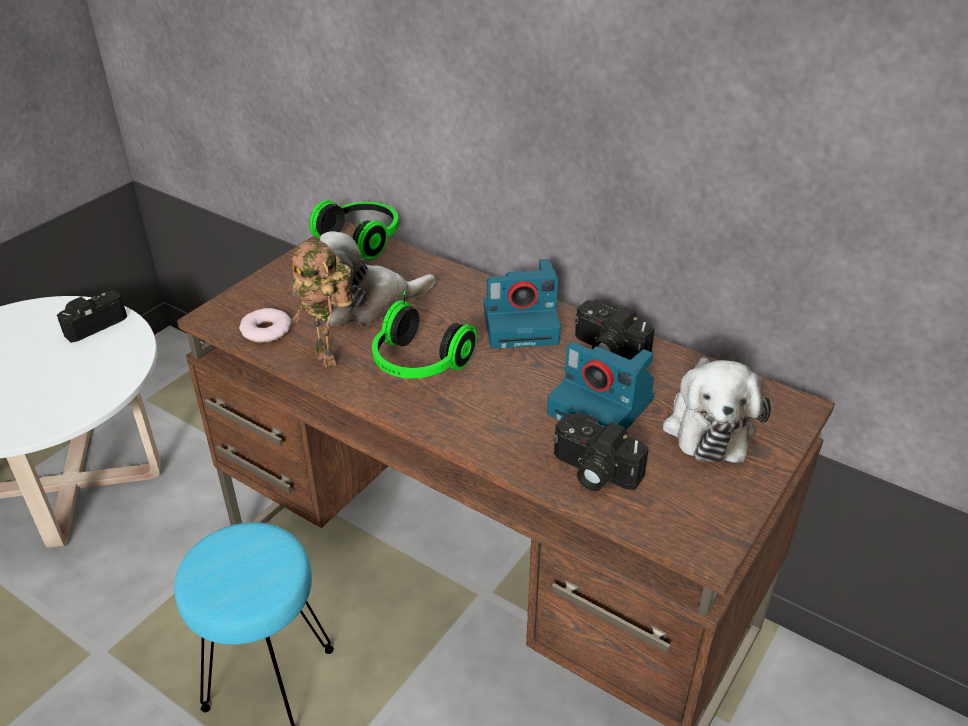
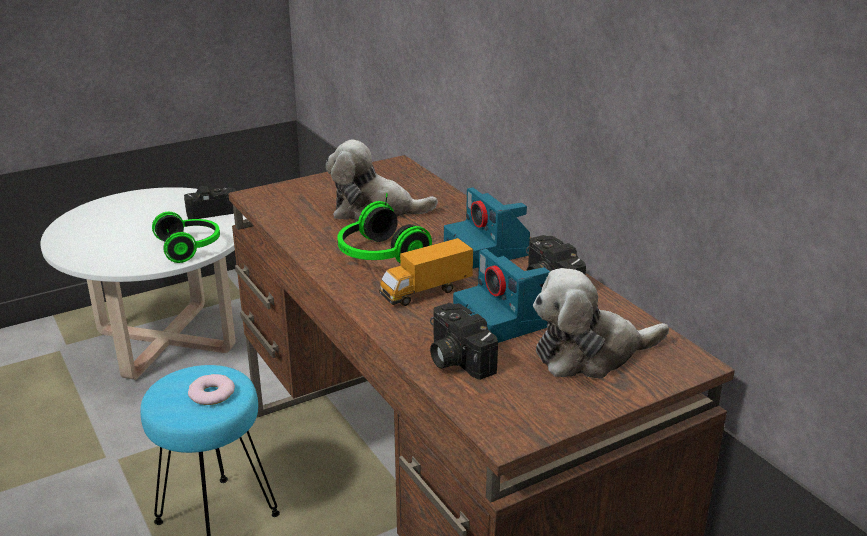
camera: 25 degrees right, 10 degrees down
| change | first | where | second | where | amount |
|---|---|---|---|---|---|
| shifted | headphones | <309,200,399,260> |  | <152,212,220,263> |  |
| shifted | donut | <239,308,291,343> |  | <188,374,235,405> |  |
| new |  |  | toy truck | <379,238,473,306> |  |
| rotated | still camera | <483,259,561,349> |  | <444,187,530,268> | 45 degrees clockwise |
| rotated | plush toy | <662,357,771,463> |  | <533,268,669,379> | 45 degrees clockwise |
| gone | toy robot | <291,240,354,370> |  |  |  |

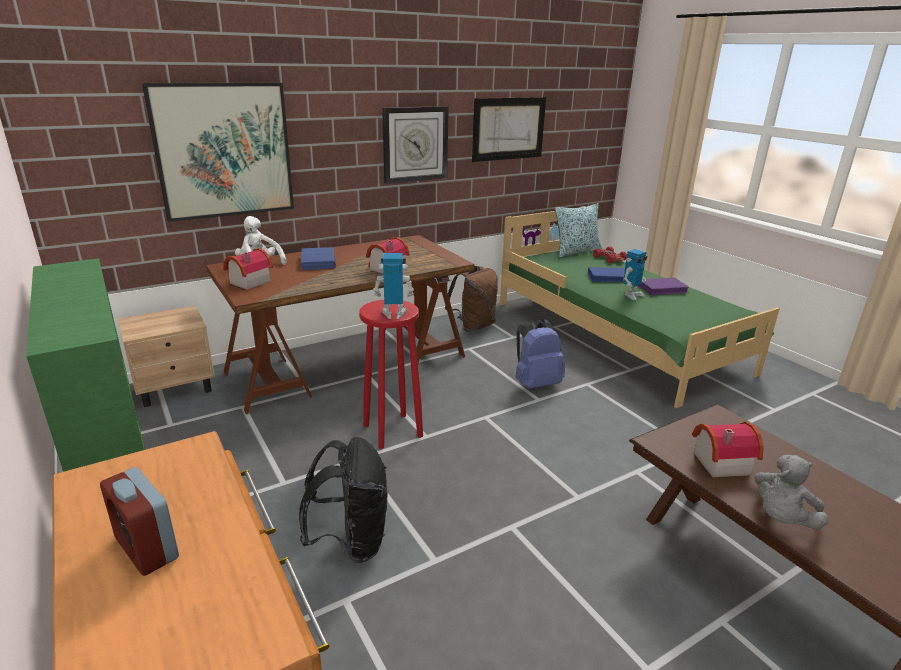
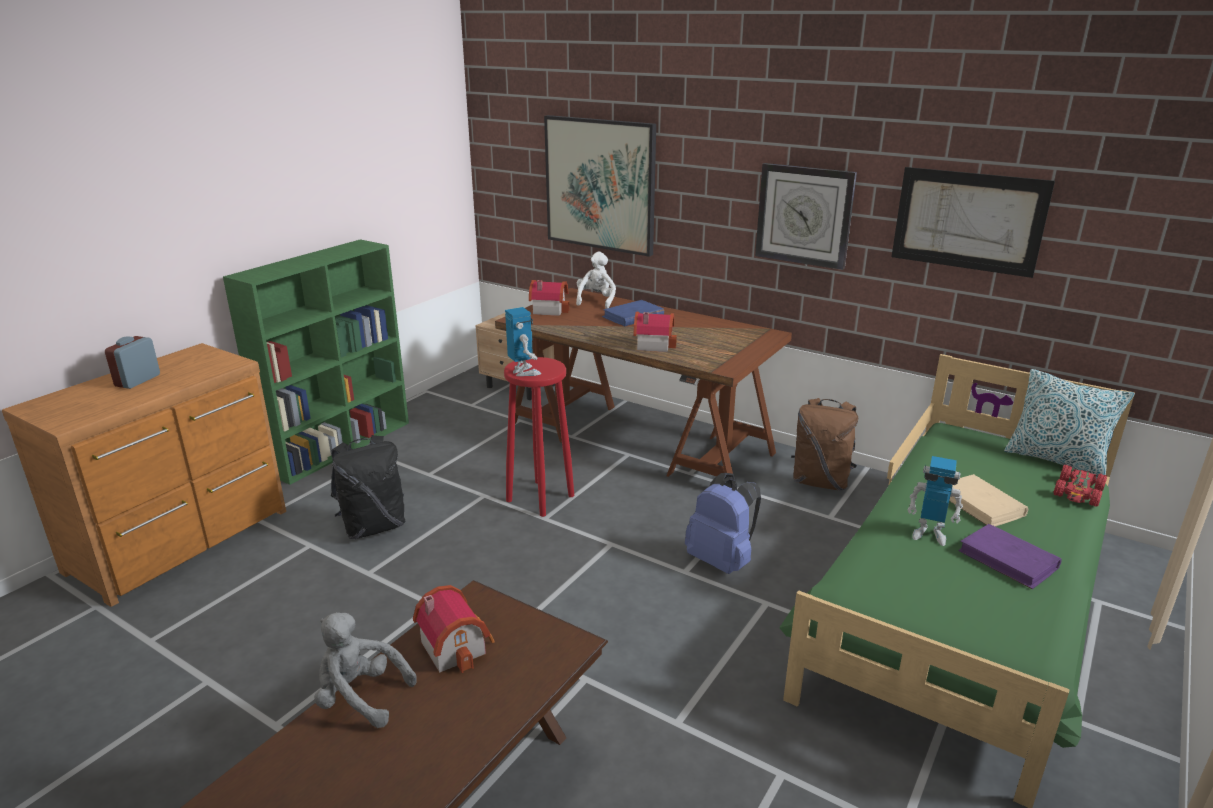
camera: 65 degrees right, 0 degrees up
| change | first | where | second | where | amount |
|---|---|---|---|---|---|
| repainted | bluish bound book | <588,267,625,283> | sand-coloured bound book | <949,474,1028,526> |  |

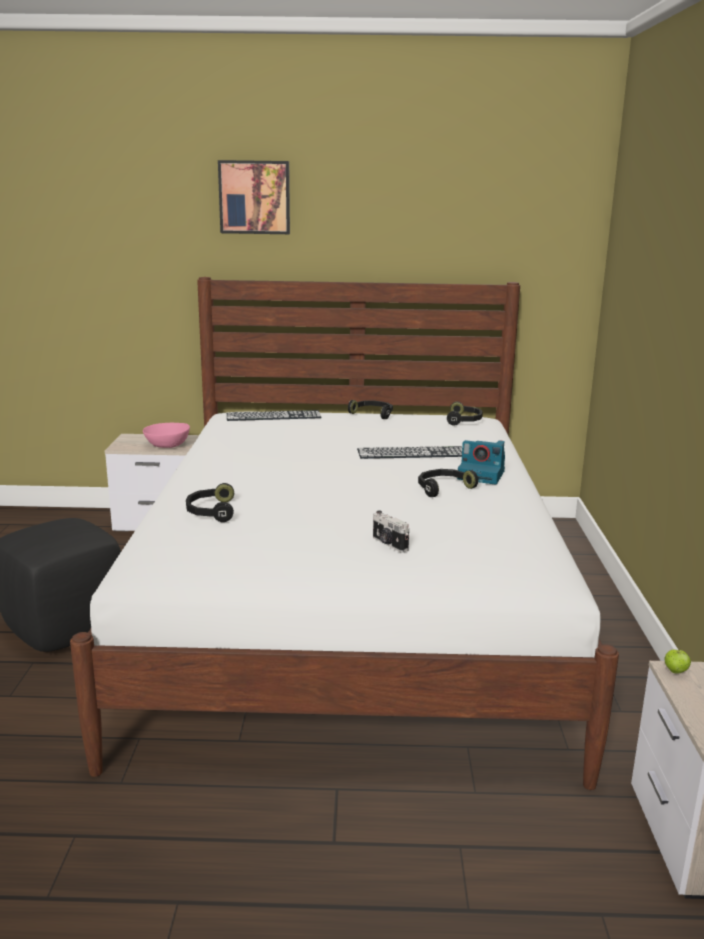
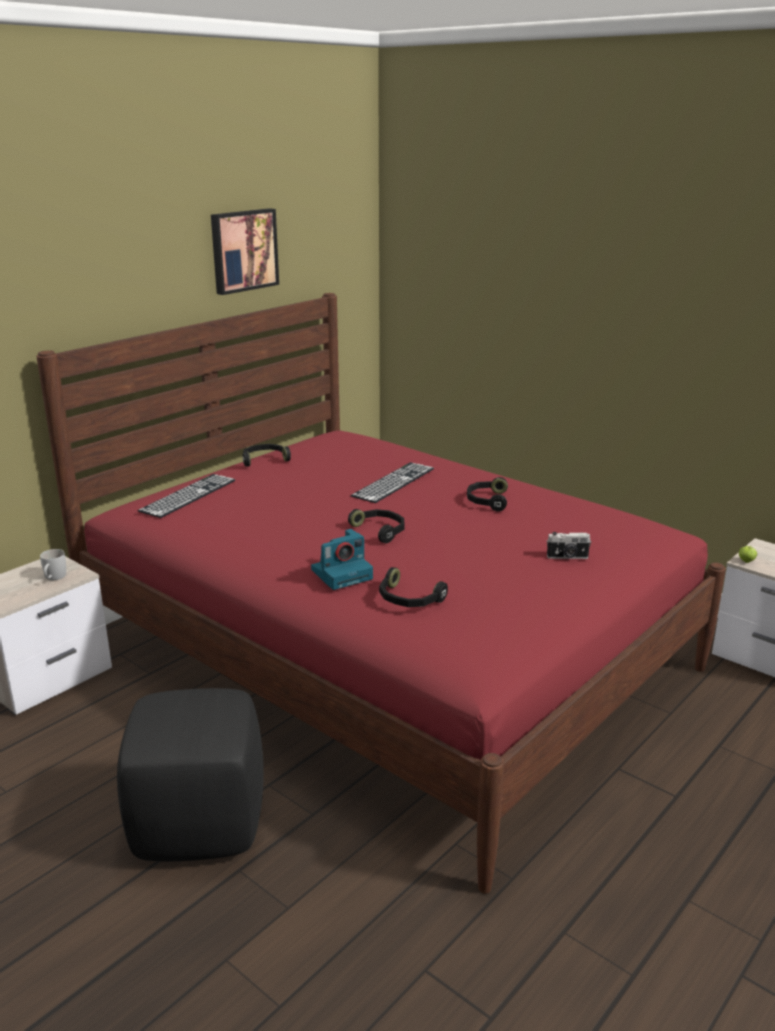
camera: 50 degrees left, 5 degrees up
| change | first | where | second | where | amount |
|---|---|---|---|---|---|
| repainted | white-coloured bed | <70,277,619,790> | reddish bed | <36,293,726,894> |  |
| swapped | pinkish serving bowl | <143,423,190,448> | white-coloured tea mug | <40,549,66,580> |  |
| shifted | wall art | <218,160,290,234> |  | <211,208,279,295> |  |
| shifted | still camera | <457,440,505,485> |  | <311,529,373,590> |  |
| shifted | blackish headphones | <447,401,483,426> |  | <348,509,405,543> |  |

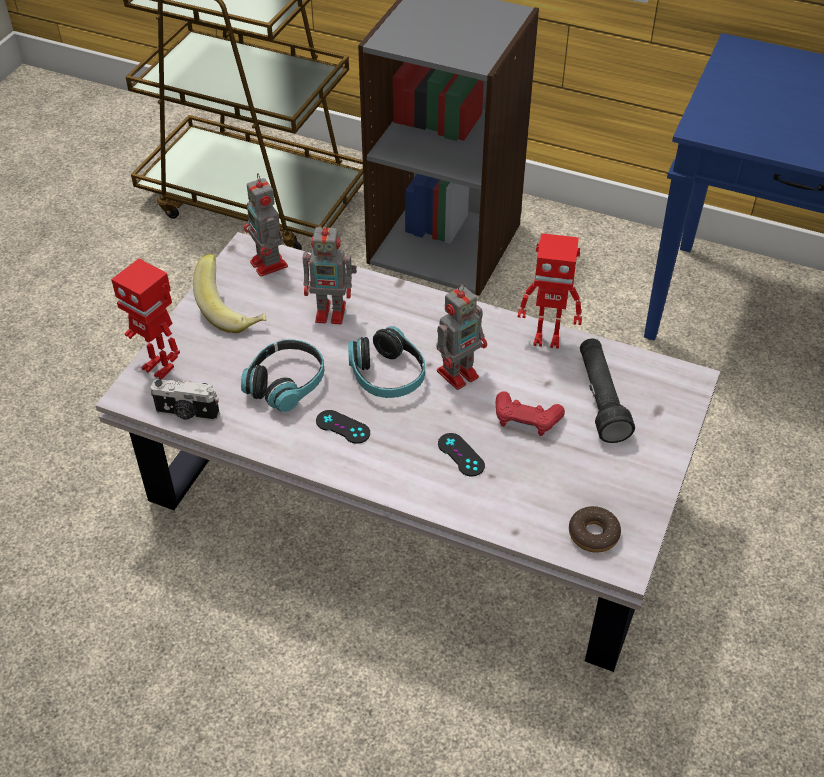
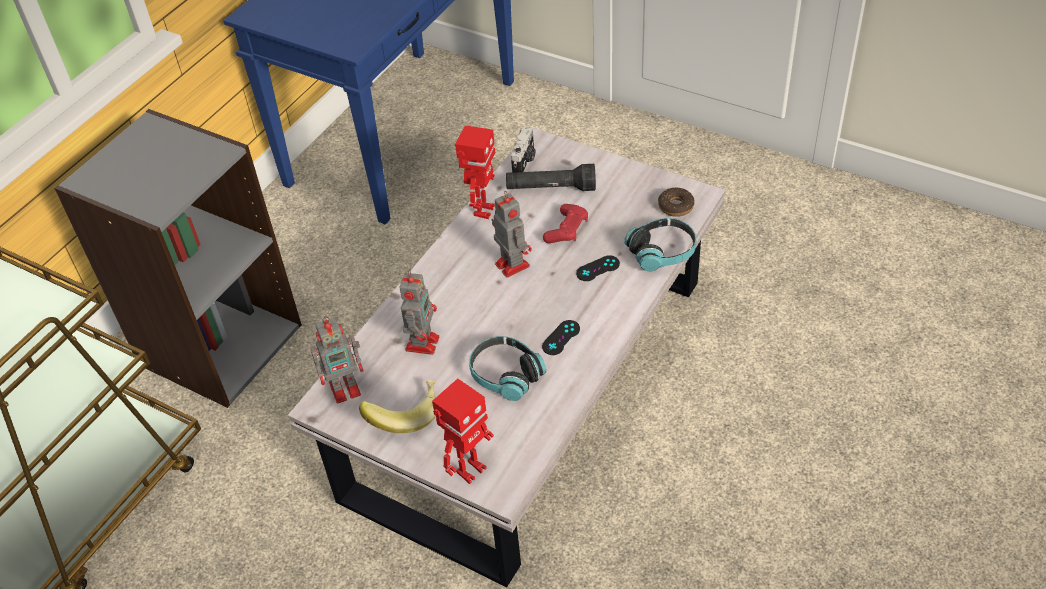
camera: 80 degrees left, 0 degrees up
| change | first | where | second | where | amount |
|---|---|---|---|---|---|
| shifted | still camera | <150,379,220,421> |  | <511,126,535,173> |  |
| shifted | headphones | <348,326,425,398> |  | <624,218,697,272> |  |

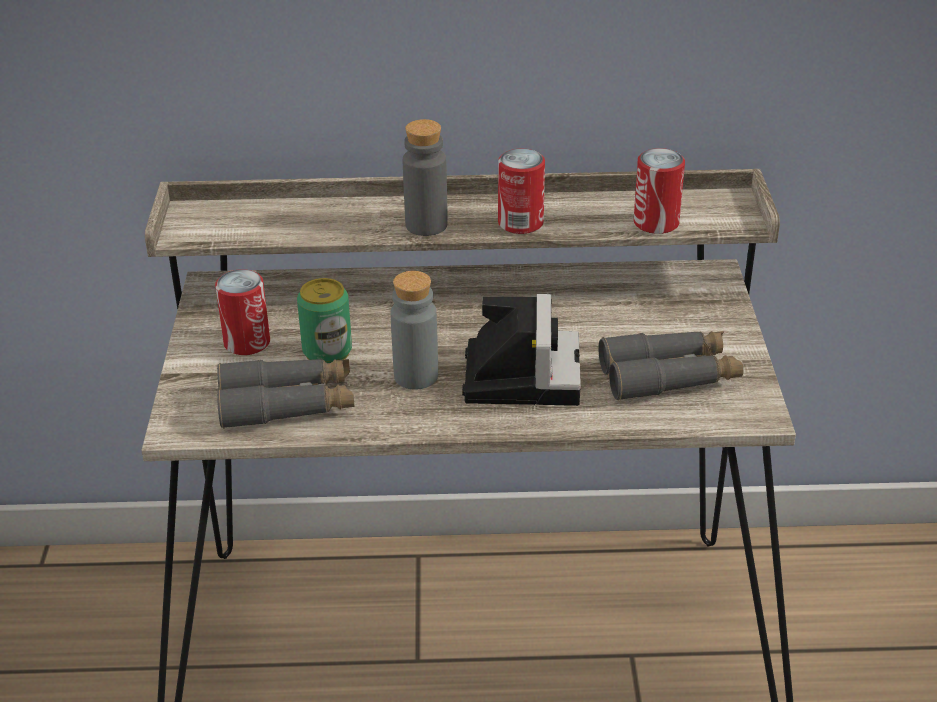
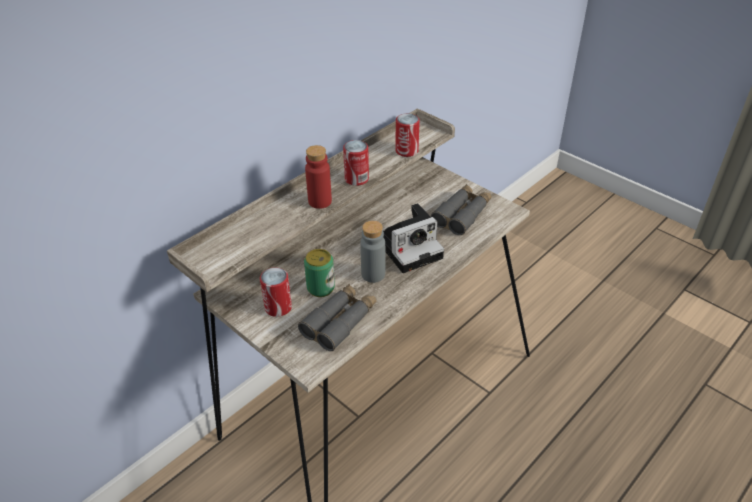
camera: 45 degrees left, 5 degrees up
| change | first | where | second | where | amount |
|---|---|---|---|---|---|
| repainted | gray drink bottle | <403,119,448,236> | reddish drink bottle | <305,145,332,209> |  |
| rotated | still camera | <462,294,581,406> |  | <383,203,444,273> | 105 degrees clockwise |

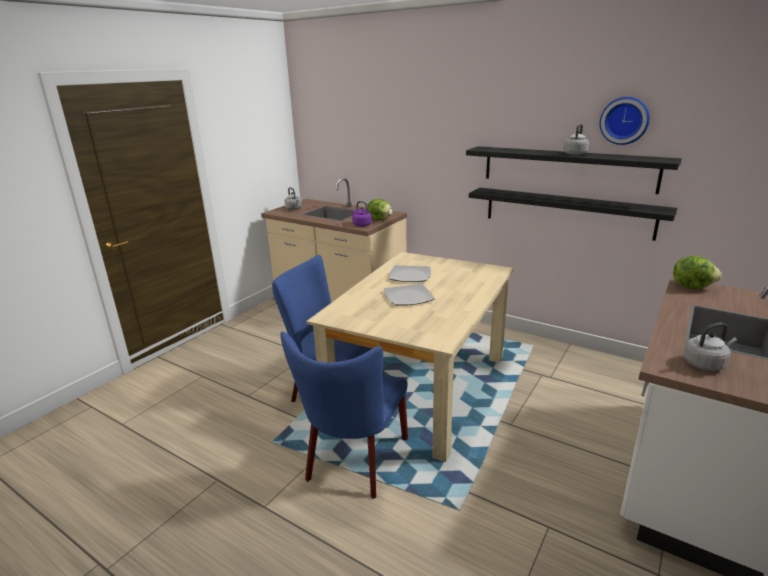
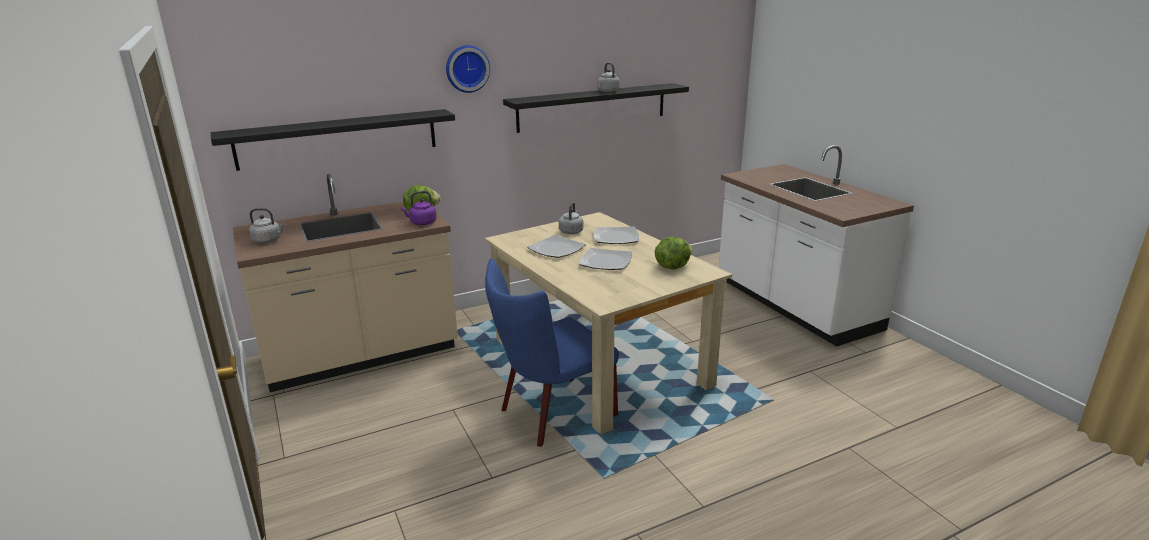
camera: 60 degrees left, 0 degrees up
| change | first | where | second | where | amount |
|---|---|---|---|---|---|
| shifted | blackish wall shelf | <469,188,677,241> |  | <211,109,455,171> |  |
| shifted | clock on the wall | <600,97,650,145> |  | <446,45,490,93> |  |
| shifted | gray kettle | <684,323,737,371> |  | <559,202,583,234> |  |
| new |  |  | flat dish | <594,227,639,244> |  |
| shifted | lettuce | <673,256,722,289> |  | <655,237,692,270> |  |
| gone | bluish plain chair | <280,331,408,499> |  |  |  |

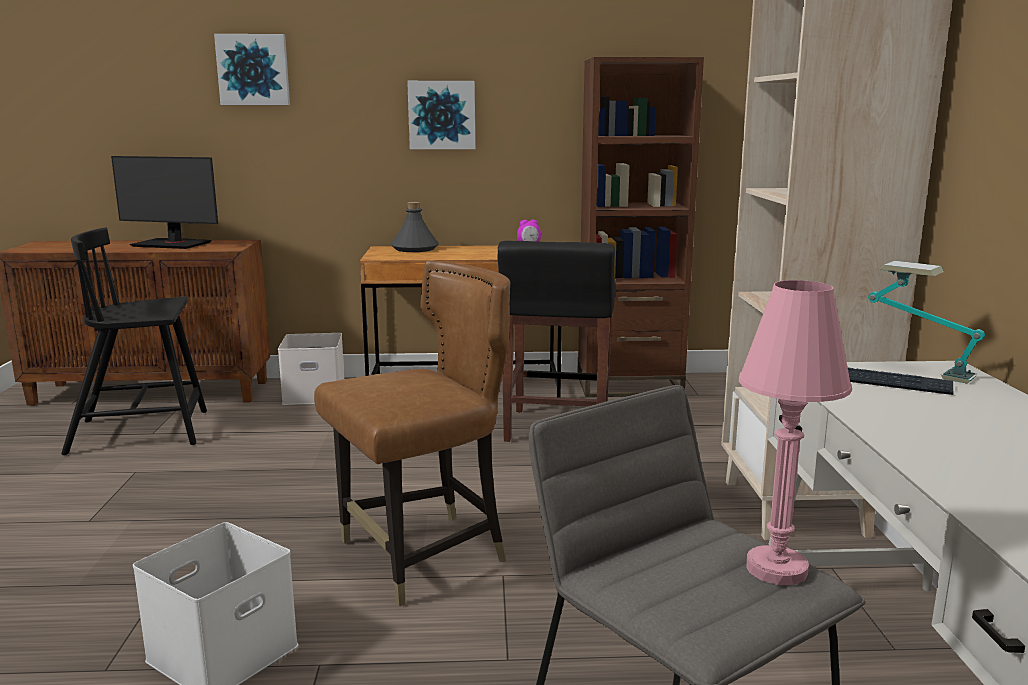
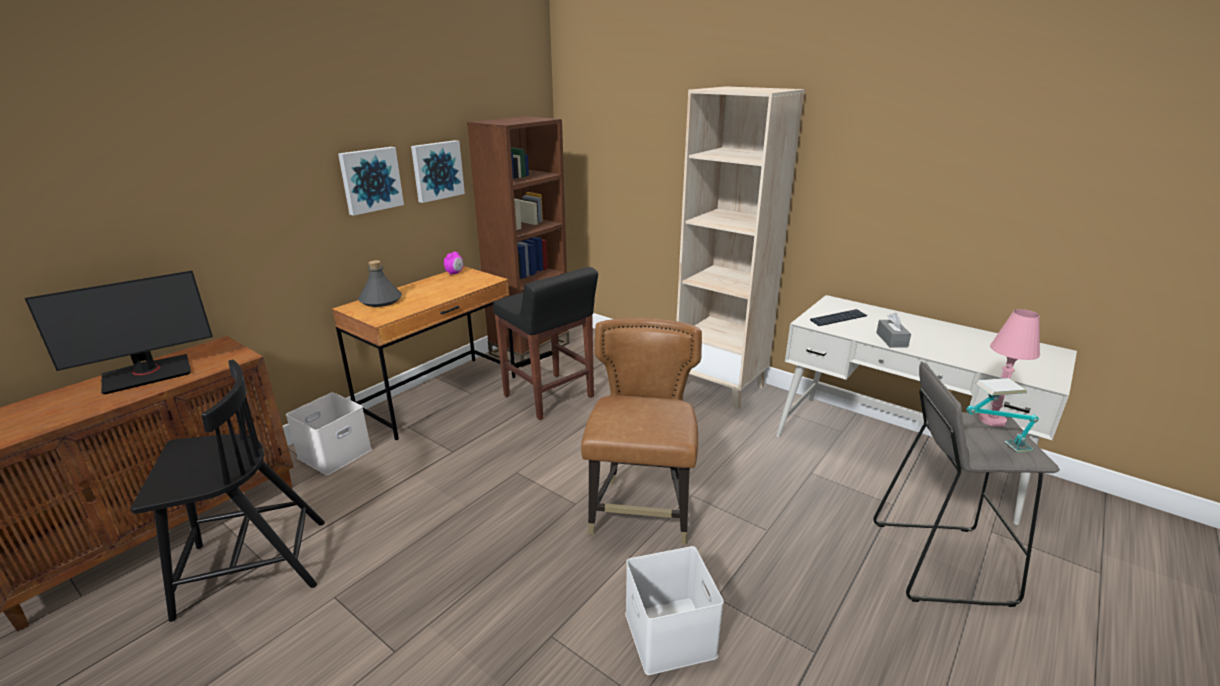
camera: 50 degrees left, 10 degrees up
| change | first | where | second | where | amount |
|---|---|---|---|---|---|
| rotated | blackish plain chair | <61,228,207,455> |  | <131,360,325,622> | 135 degrees counterclockwise |
| shifted | wall art | <214,34,290,105> |  | <411,140,465,203> |  |
| new |  |  | gray tissue holder | <876,313,911,348> |  |
| shifted | table lamp | <868,261,985,384> |  | <966,378,1039,453> |  |

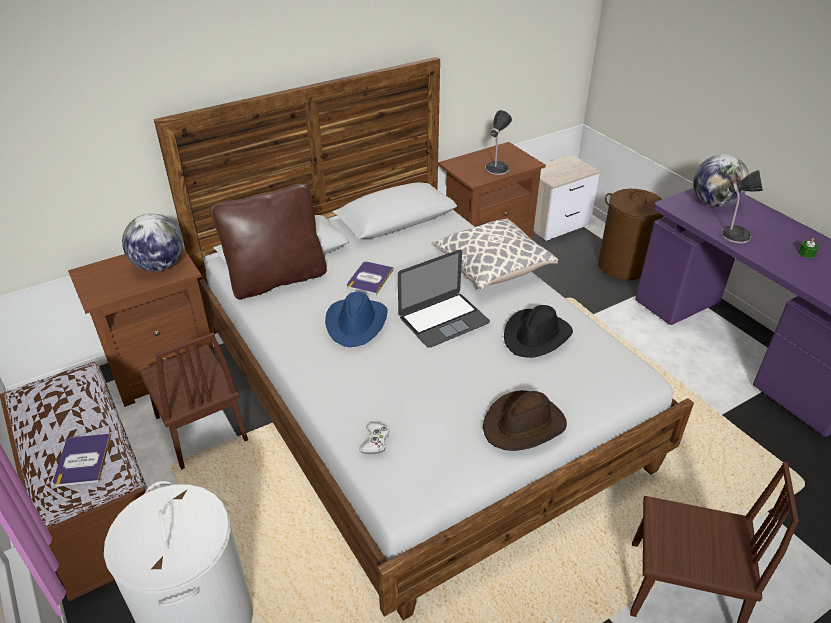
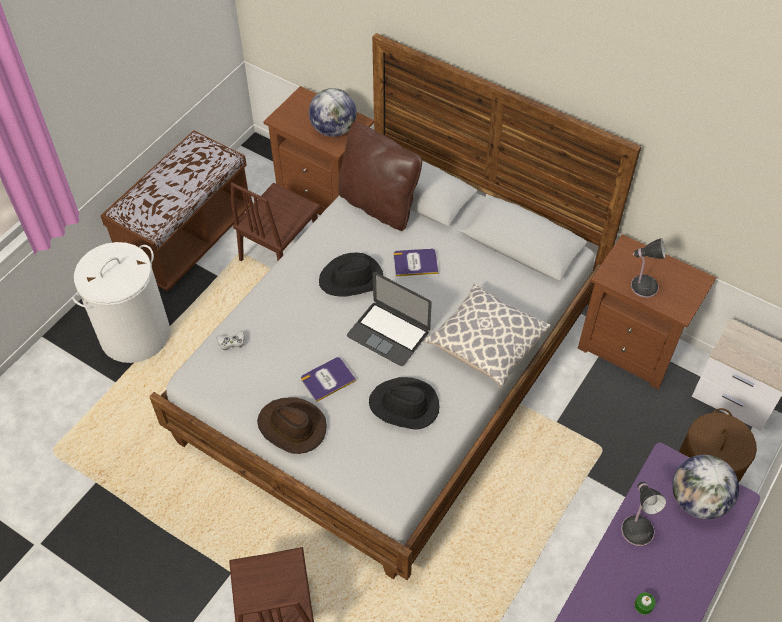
camera: 65 degrees right, 15 degrees up
| change | first | where | second | where | amount |
|---|---|---|---|---|---|
| shifted | bound book | <53,433,111,487> |  | <301,357,356,402> |  |
| repainted | bluish clothing hat | <325,292,388,347> | blackish clothing hat | <319,253,383,296> |  |

